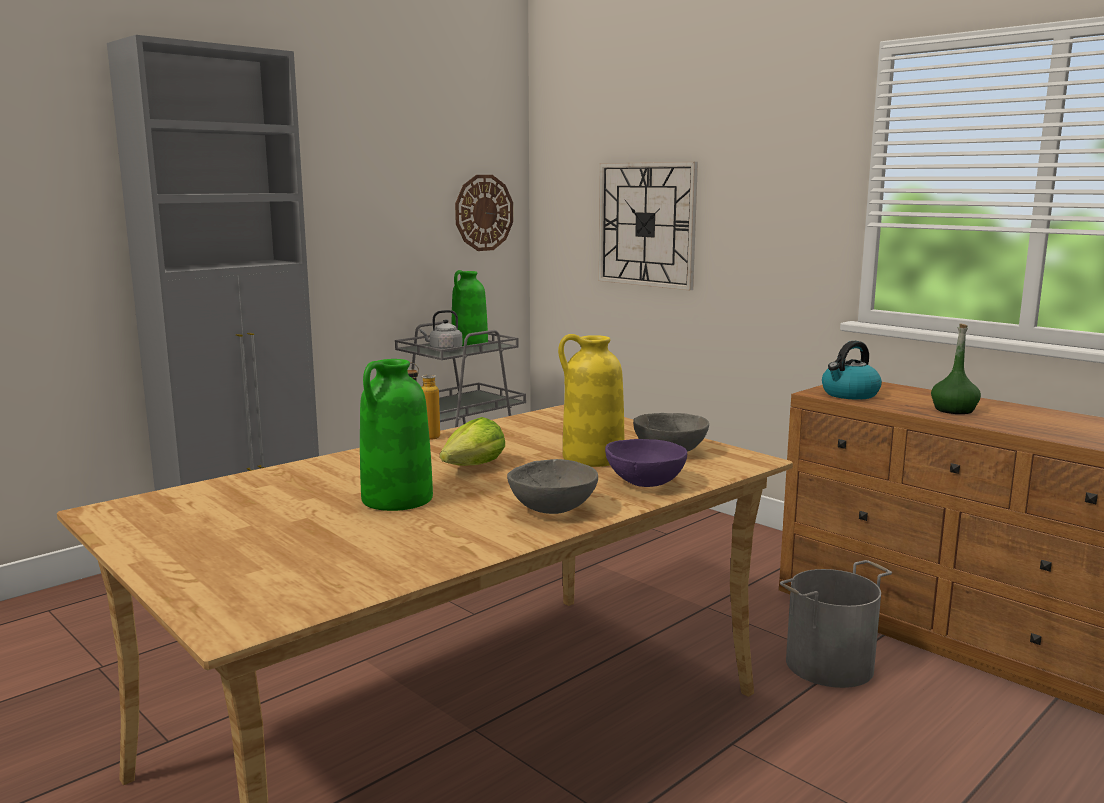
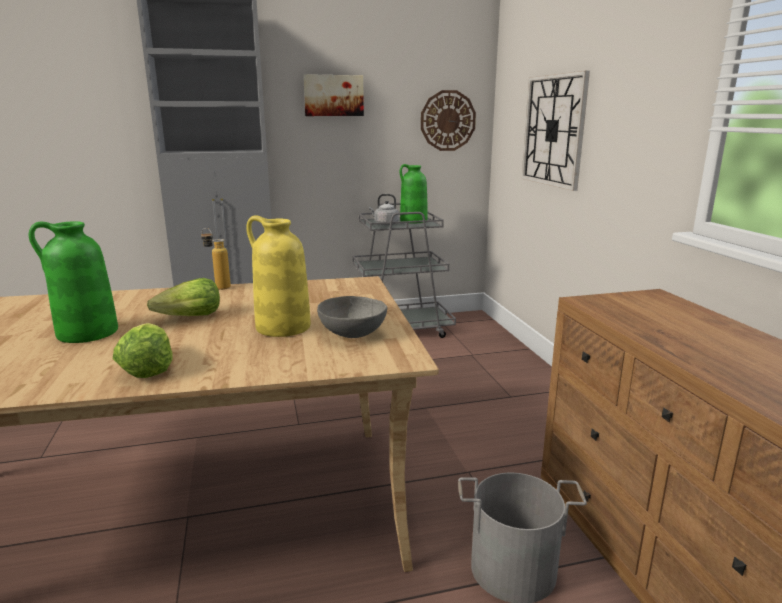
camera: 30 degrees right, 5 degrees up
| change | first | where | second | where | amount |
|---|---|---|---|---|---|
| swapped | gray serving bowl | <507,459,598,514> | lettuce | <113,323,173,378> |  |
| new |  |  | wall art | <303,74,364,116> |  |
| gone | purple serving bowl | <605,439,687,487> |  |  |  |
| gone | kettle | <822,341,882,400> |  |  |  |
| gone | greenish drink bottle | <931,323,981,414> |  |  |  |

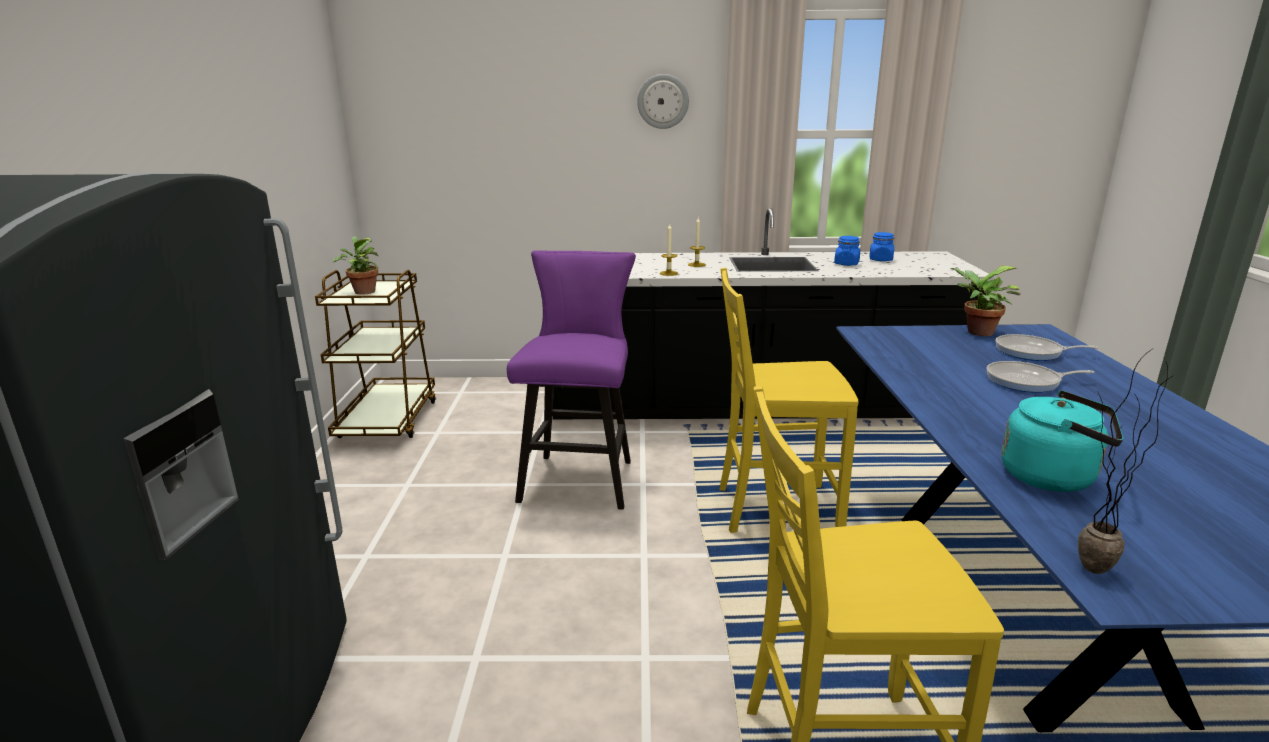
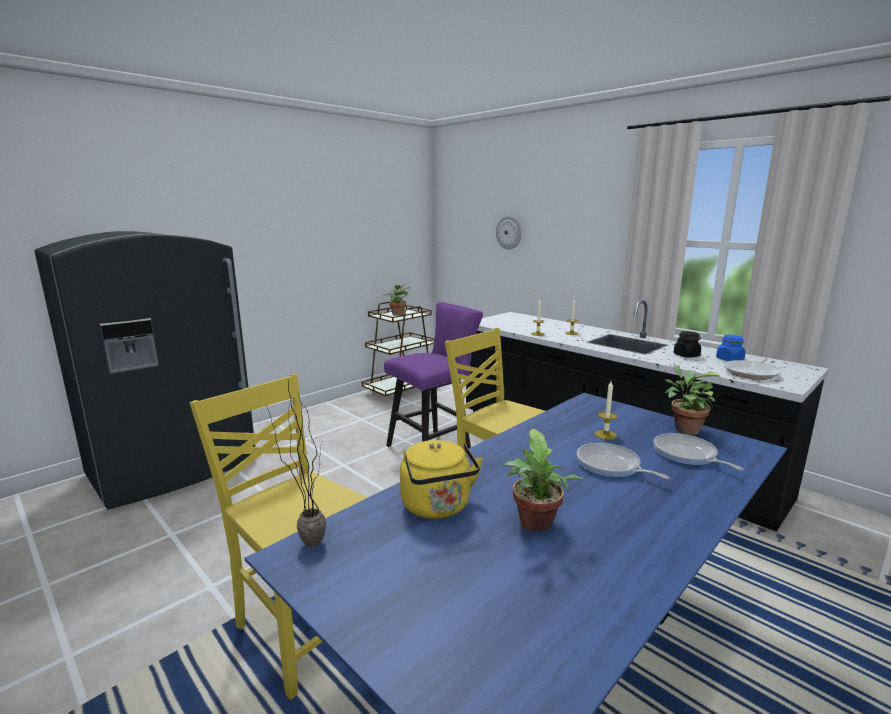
camera: 45 degrees right, 5 degrees down
| change | first | where | second | where | amount |
|---|---|---|---|---|---|
| repainted | turquoise-coloured kettle | <1002,390,1123,492> | yellow kettle | <400,440,483,519> |  |
| shifted | clock on the wall | <637,74,689,129> |  | <496,216,522,249> |  |
| new |  |  | potted plant | <504,429,585,532> |  |
| new |  |  | candle | <595,381,617,440> |  |
| repainted | bluish preserve jar | <834,236,860,266> | blackish preserve jar | <674,331,701,358> |  |
| new |  |  | pan | <724,358,781,380> |  |

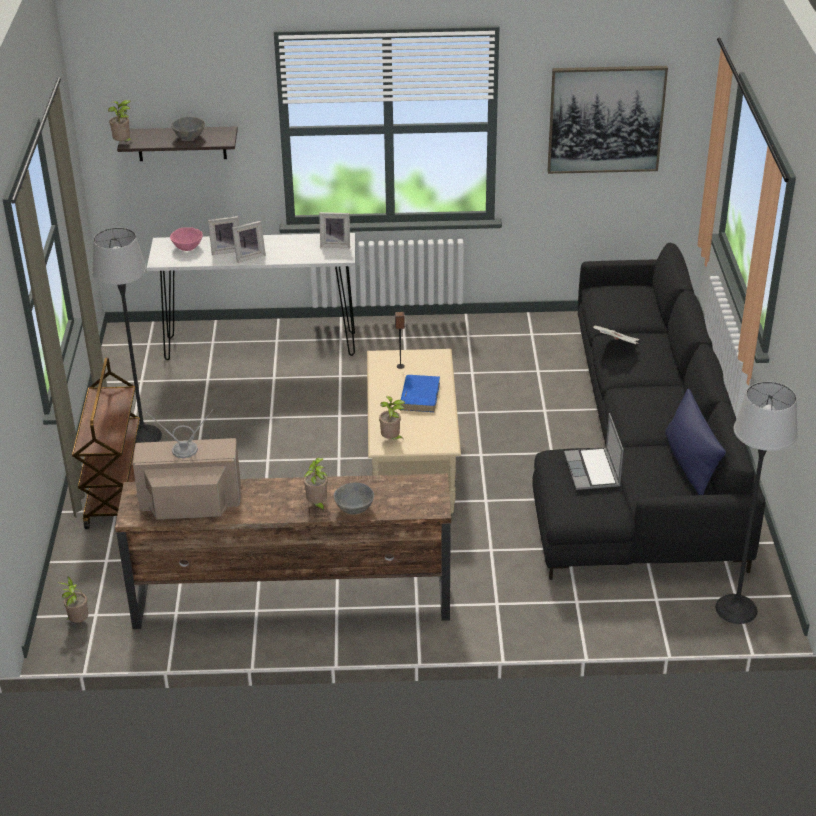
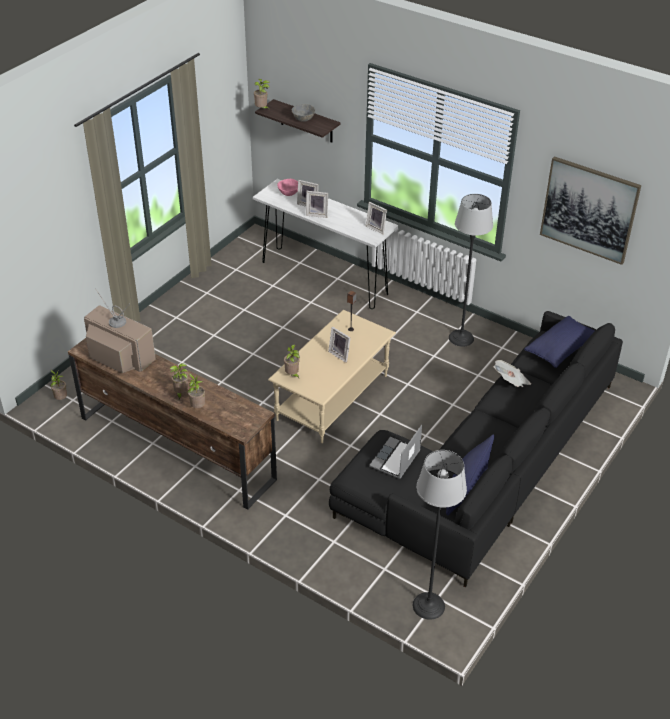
camera: 35 degrees right, 5 degrees up
| change | first | where | second | where | amount |
|---|---|---|---|---|---|
| swapped | gray serving bowl | <334,483,374,515> | potted plant | <188,373,205,408> |  |
| swapped | bluish bound book | <401,375,440,412> | photo frame | <328,327,350,363> |  |
| shifted | standing lamp | <92,228,162,443> |  | <449,194,493,347> |  |
| new |  |  | bluish cushion | <524,316,595,368> |  |
| gone | brown cart | <72,357,140,529> |  |  |  |

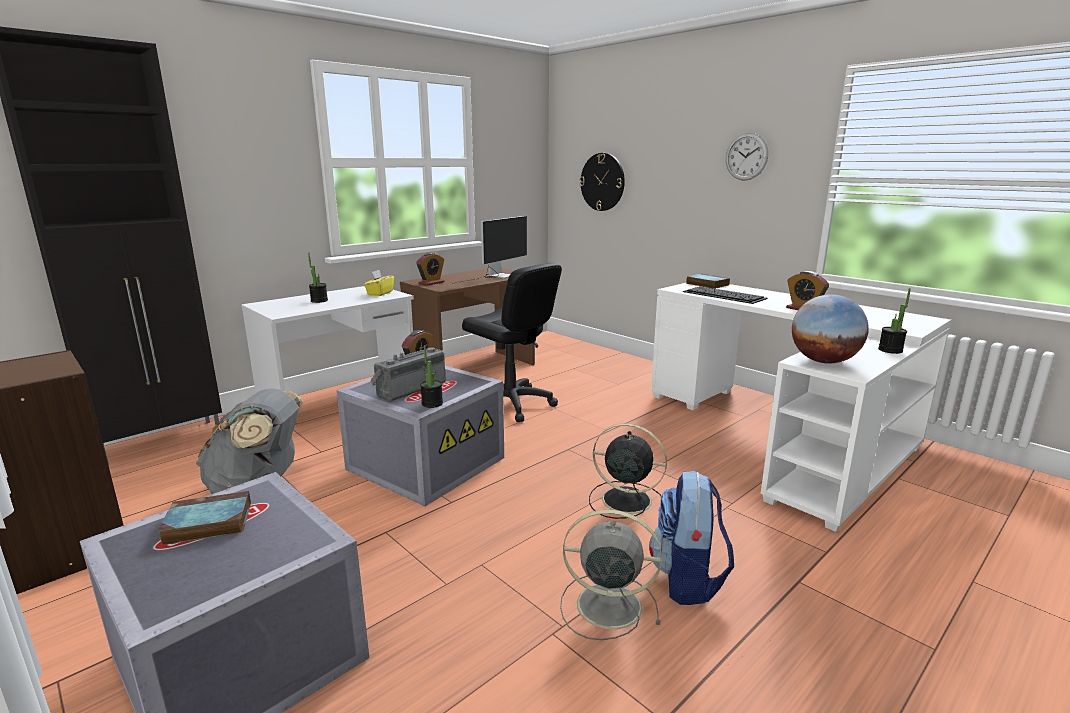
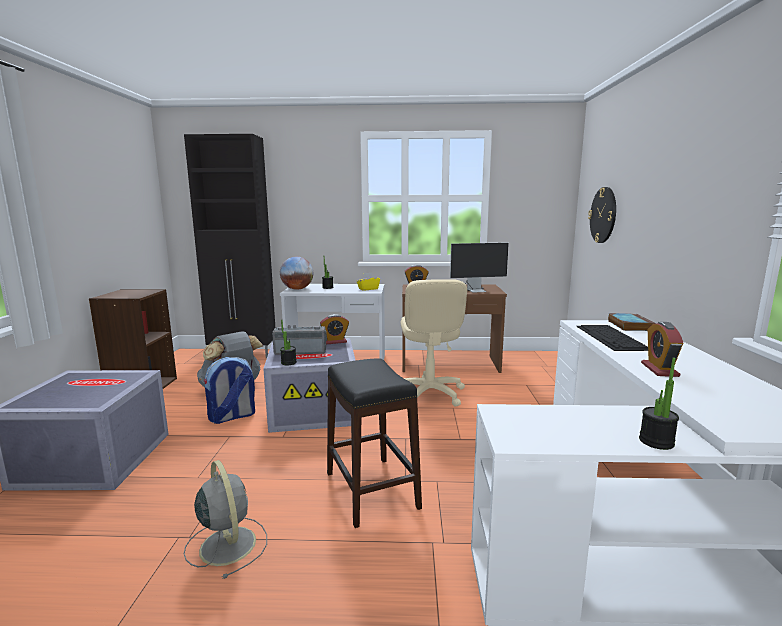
camera: 45 degrees right, 5 degrees down
| change | first | where | second | where | amount |
|---|---|---|---|---|---|
| shifted | knapsack | <649,471,734,605> |  | <204,357,255,424> |  |
| shifted | desk globe | <792,294,869,364> |  | <280,257,313,290> |  |
| swapped | blackish electric fan | <589,423,667,519> | blackish sitting stool | <327,358,422,528> |  |
| repainted | blackish desk chair | <462,263,562,422> | sand-coloured desk chair | <400,279,467,407> |  |
| gone | bound book | <158,491,251,545> |  |  |  |
| gone | clock on the wall | <726,133,768,181> |  |  |  |

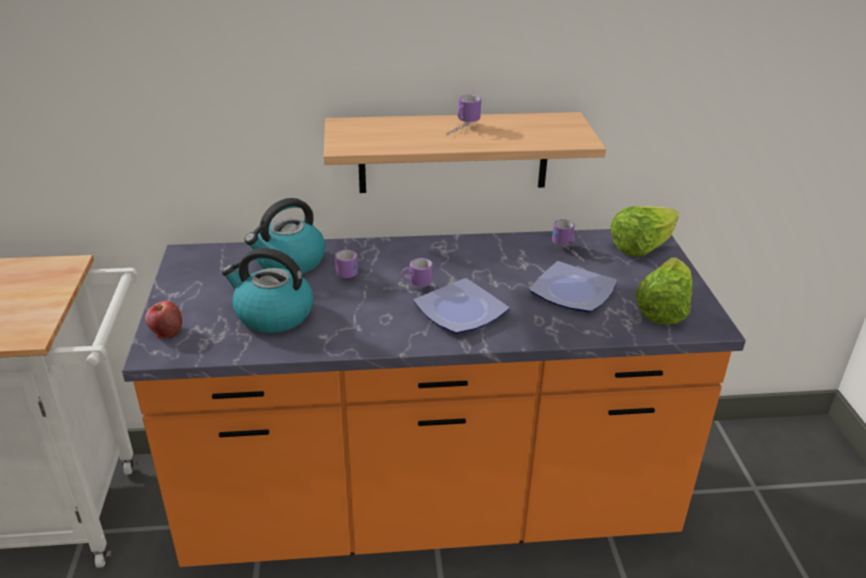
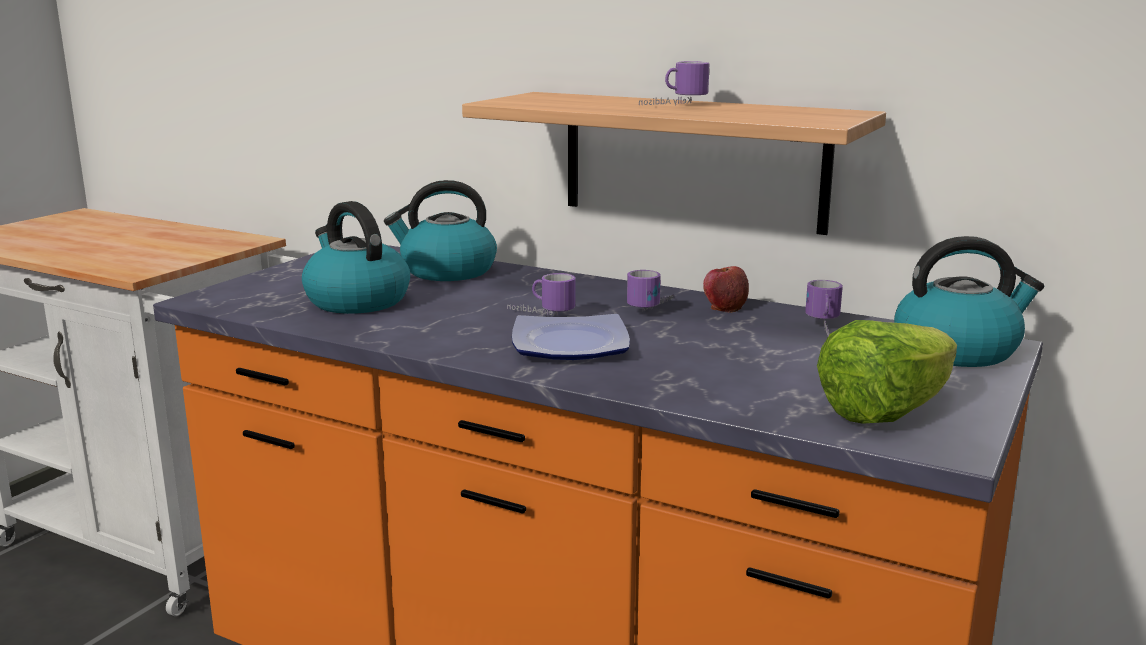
camera: 35 degrees right, 15 degrees down
| change | first | where | second | where | amount |
|---|---|---|---|---|---|
| shifted | tea mug | <335,250,358,278> |  | <627,270,674,311> |  |
| shifted | apple fruit | <145,301,182,338> |  | <703,266,749,312> |  |
| swapped | lettuce | <610,206,679,256> | kettle | <894,236,1044,367> |  |
| gone | flat dish | <529,261,617,313> |  |  |  |

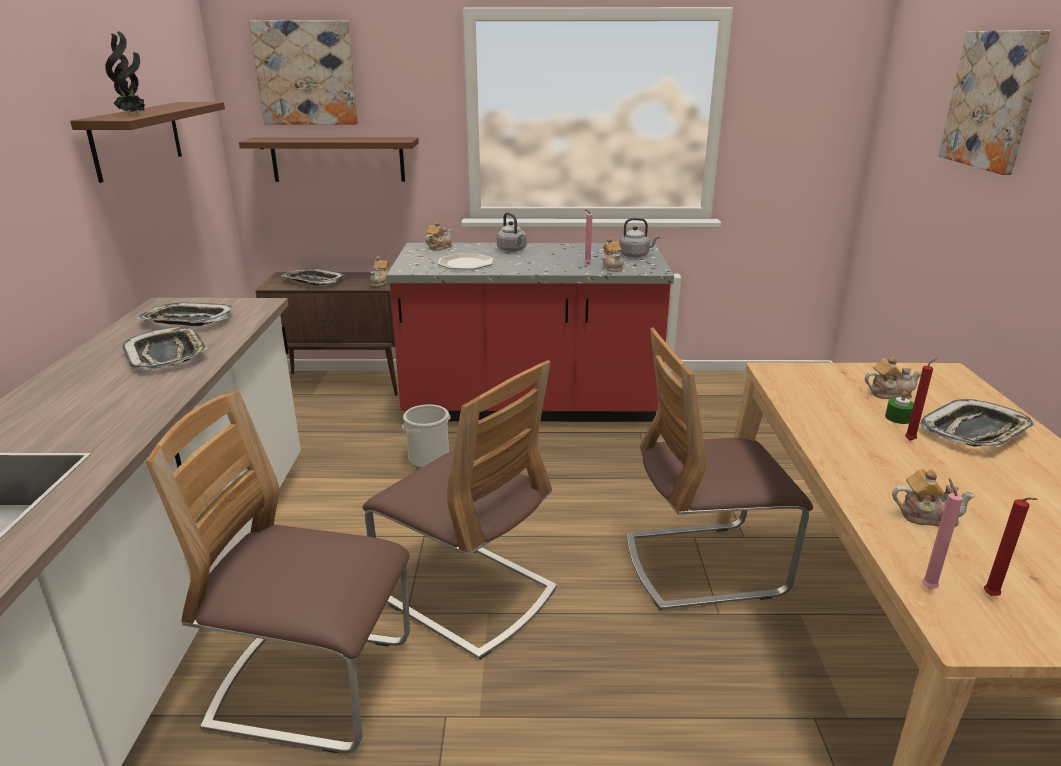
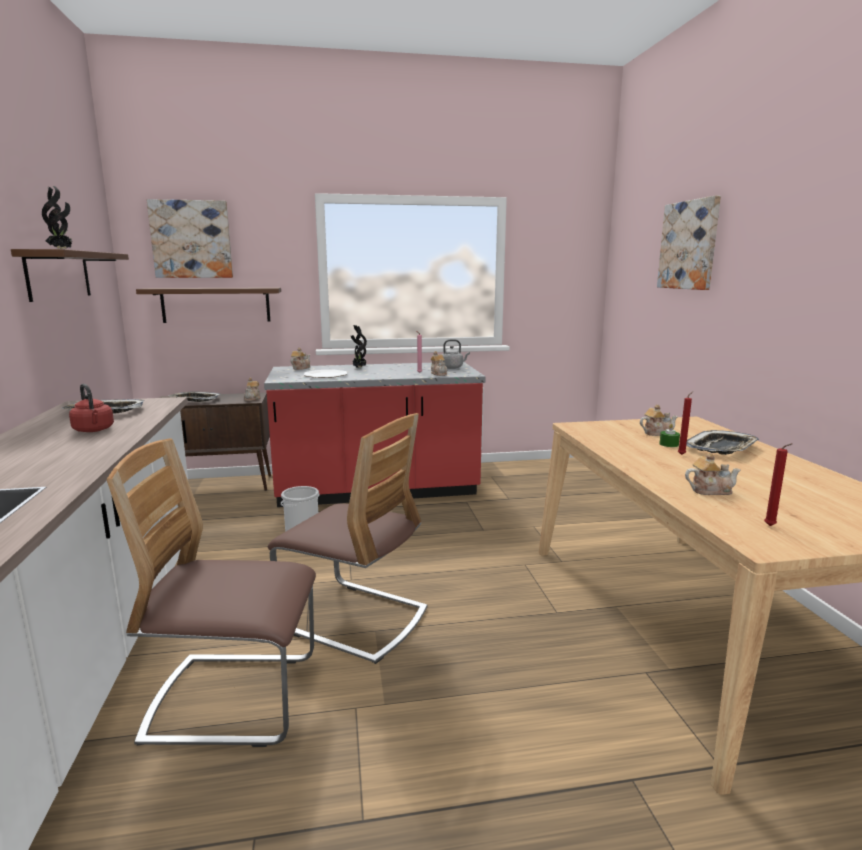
camera: 10 degrees left, 10 degrees down
| change | first | where | second | where | amount |
|---|---|---|---|---|---|
| swapped | tray | <122,326,208,370> | reddish kettle | <69,384,114,432> |  |
| swapped | gray kettle | <497,212,526,252> | potted plant | <351,325,367,368> |  |
| gone | plain chair | <627,327,813,610> |  |  |  |
| gone | pinkish candle | <922,478,963,589> |  |  |  |

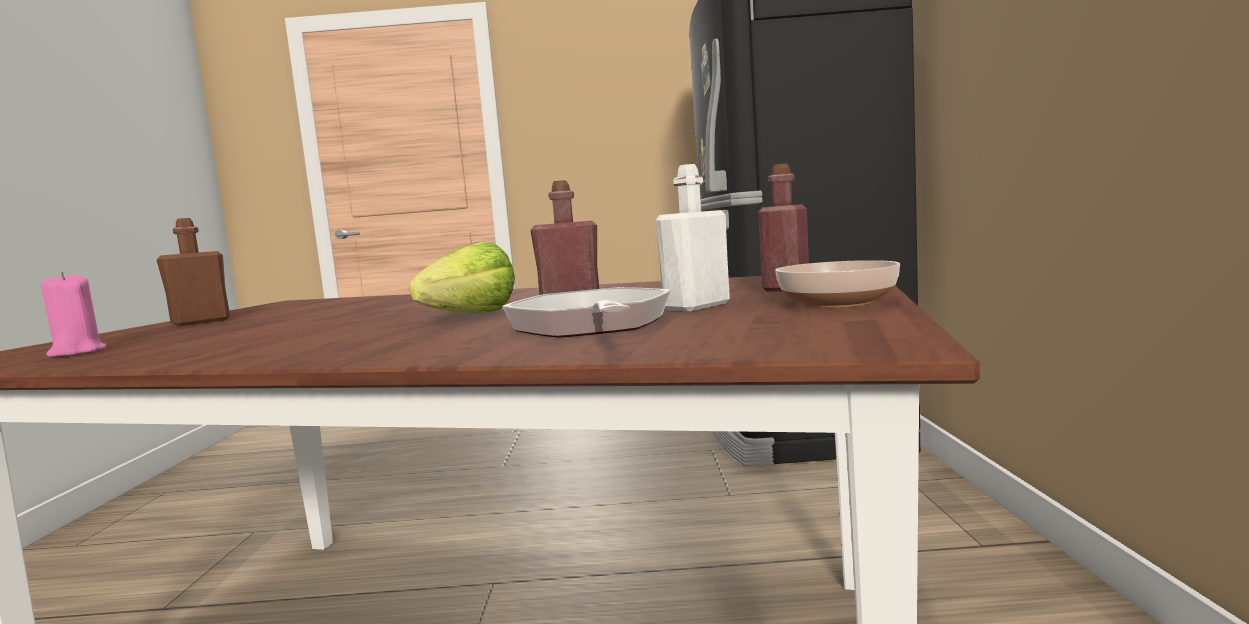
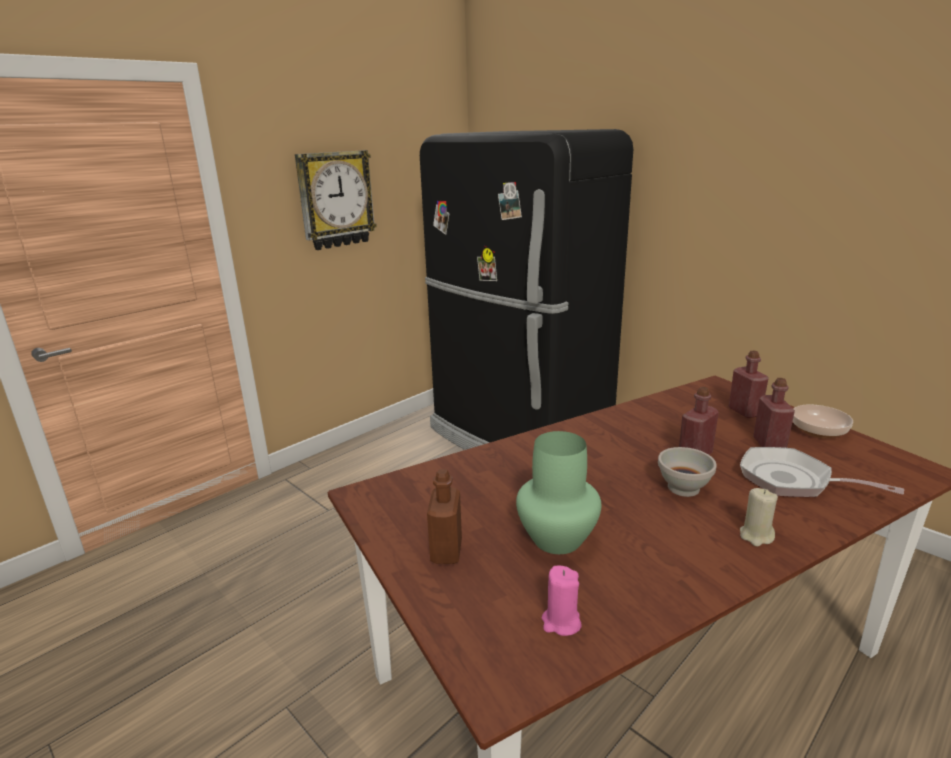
camera: 45 degrees left, 15 degrees up
| change | first | where | second | where | amount |
|---|---|---|---|---|---|
| new |  |  | clock on the wall | <295,150,377,250> |  |
| new |  |  | greenish flower vase | <516,431,601,554> |  |
| swapped | lettuce | <409,241,515,313> | white-coloured serving bowl | <658,447,717,497> |  |
| new |  |  | sand-coloured candle | <740,488,778,546> |  |
| repainted | white-coloured drink bottle | <656,164,730,311> | reddish drink bottle | <753,378,795,448> |  |

